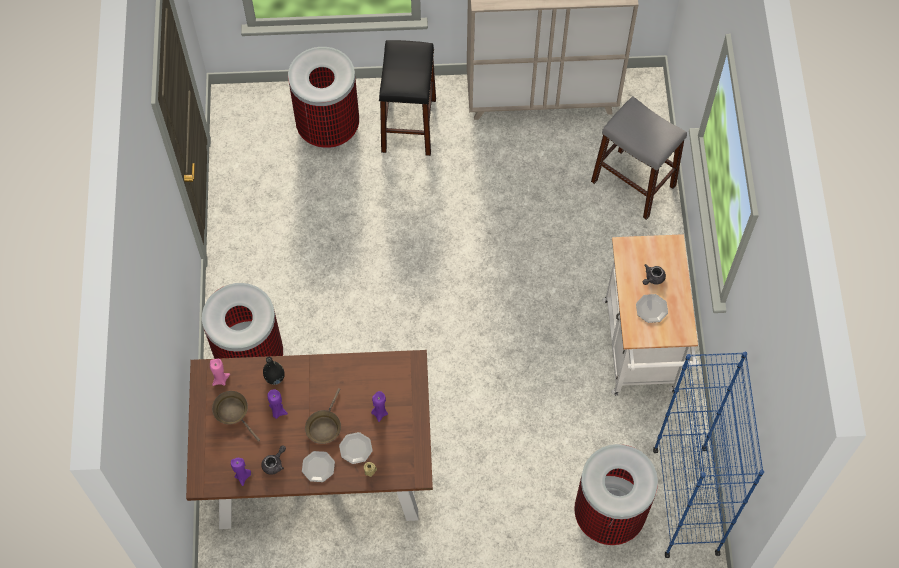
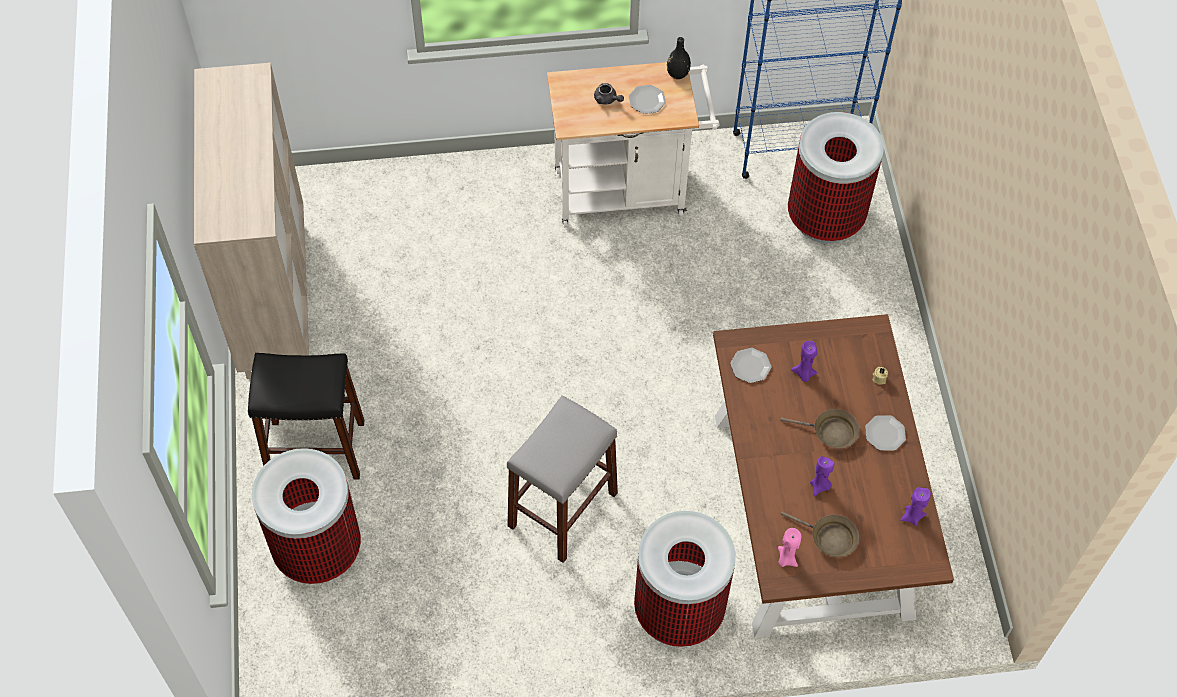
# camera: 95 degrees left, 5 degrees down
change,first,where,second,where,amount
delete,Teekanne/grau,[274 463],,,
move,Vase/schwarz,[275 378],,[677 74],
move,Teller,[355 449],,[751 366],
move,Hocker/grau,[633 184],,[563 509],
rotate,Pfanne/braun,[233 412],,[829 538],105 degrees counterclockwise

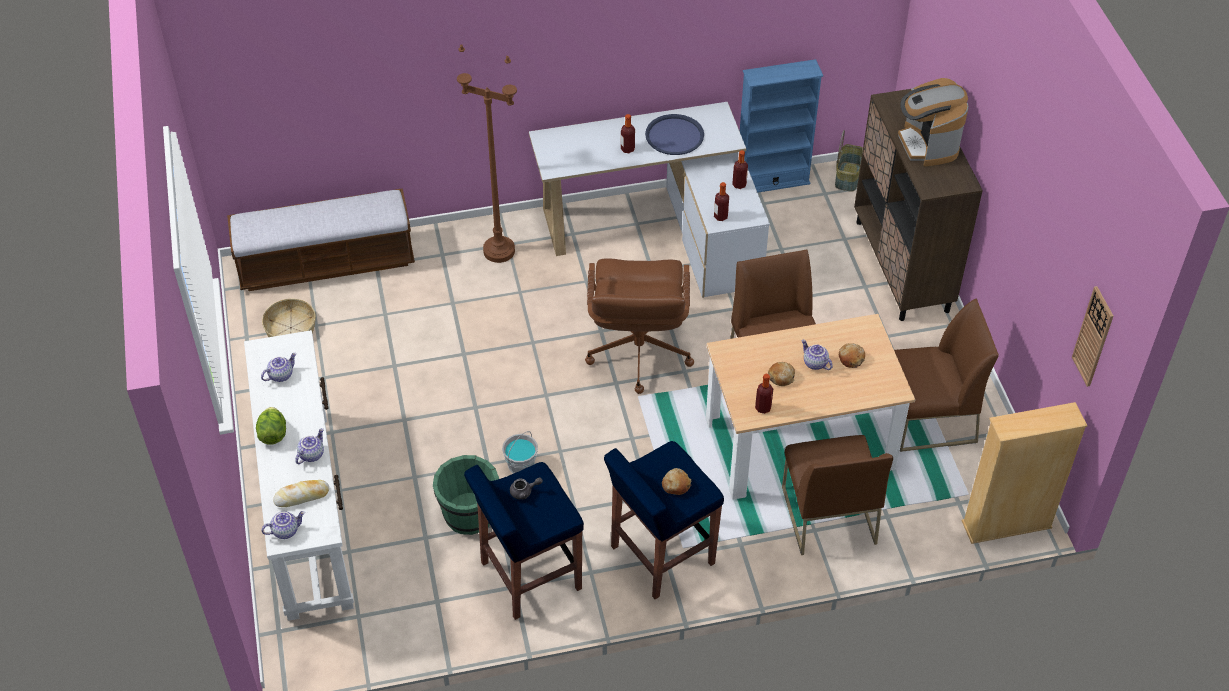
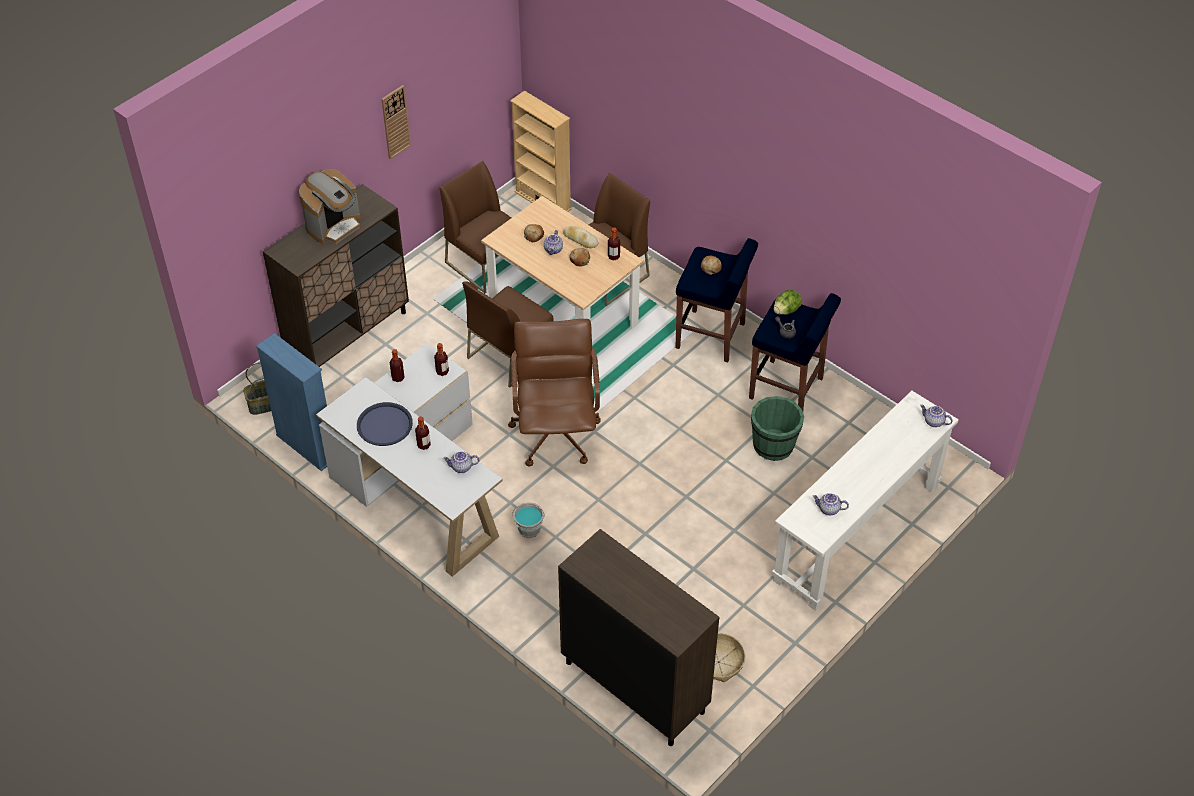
# camera: 125 degrees left, 0 degrees up
change,first,where,second,where,amount
delete,Stehlampe/braun,[499 251],,,
move,Salatkopf,[273 434],,[786 310],
move,Brot,[302 496],,[580 239],
move,Teekanne,[311 454],,[461 467],
move,Eimer/grau,[521 465],,[529 529],
move,Wanduhr,[1093 336],,[395 122],
replace,Bank,[326 263],Schrank/braun,[634 686],
rotate,Bürostuhl/braun,[638 353],,[556 434],60 degrees counterclockwise

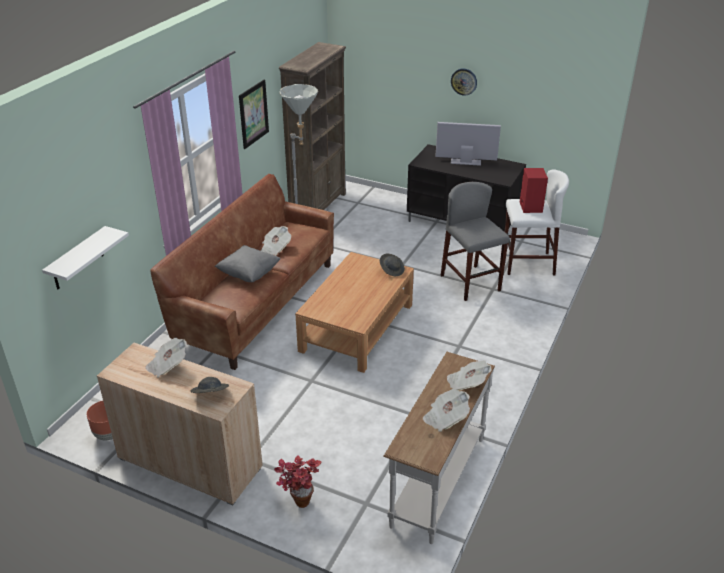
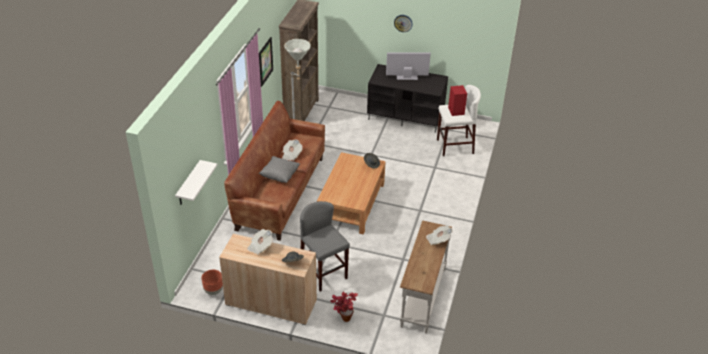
# camera: 10 degrees left, 5 degrees up
change,first,where,second,where,amount
delete,Zeitung,[445 418],,,
move,Hocker/grau,[470 283],,[323 273],

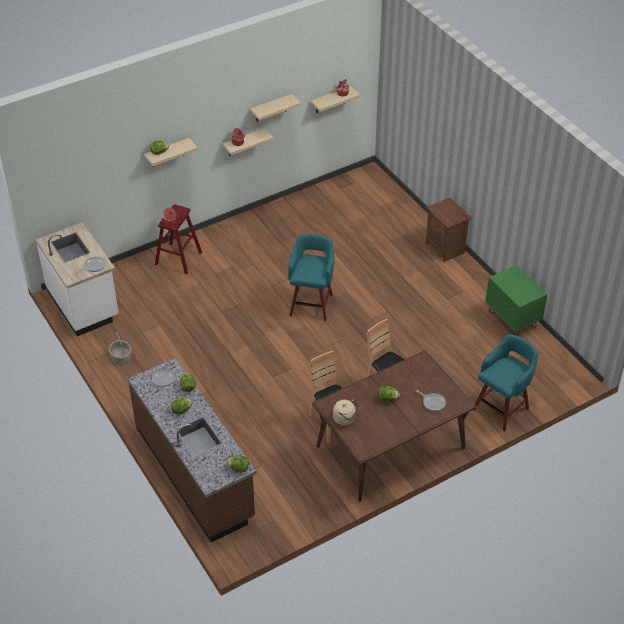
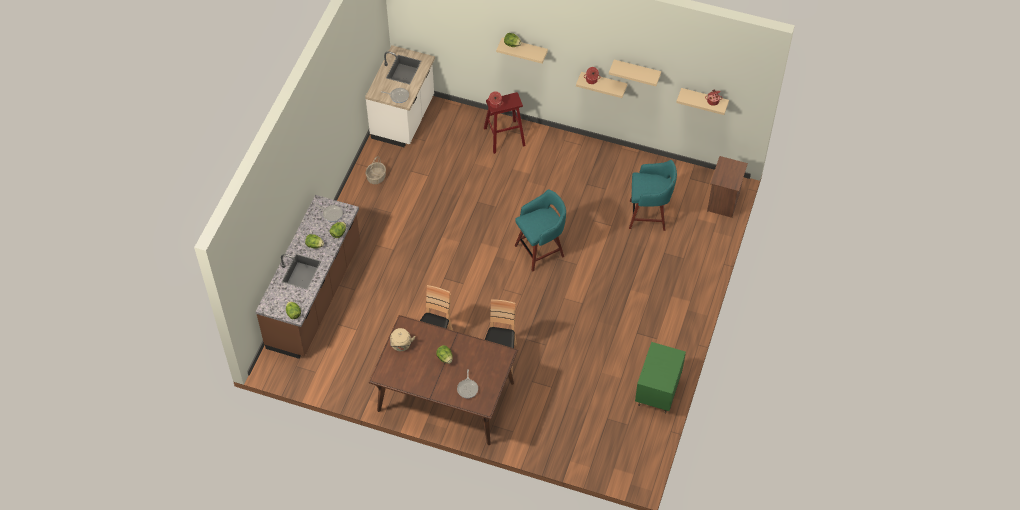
# camera: 50 degrees right, 10 degrees up
change,first,where,second,where,amount
move,Nachttisch/braun,[445 248],,[724 202],
move,Hocker/türkis,[502 408],,[649 215],

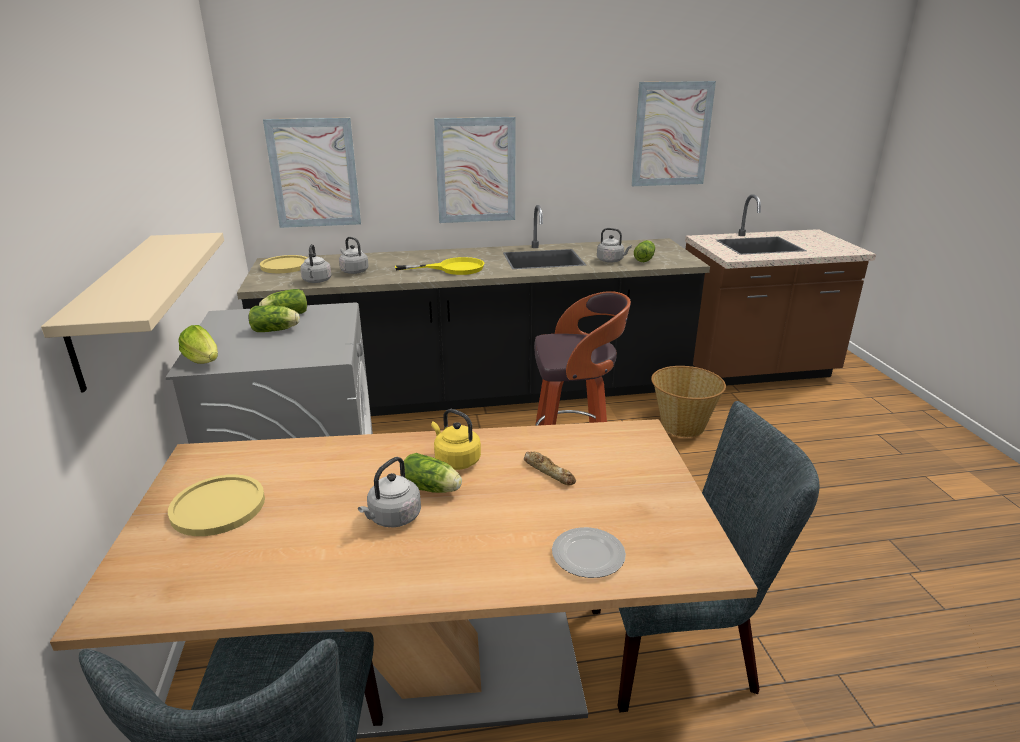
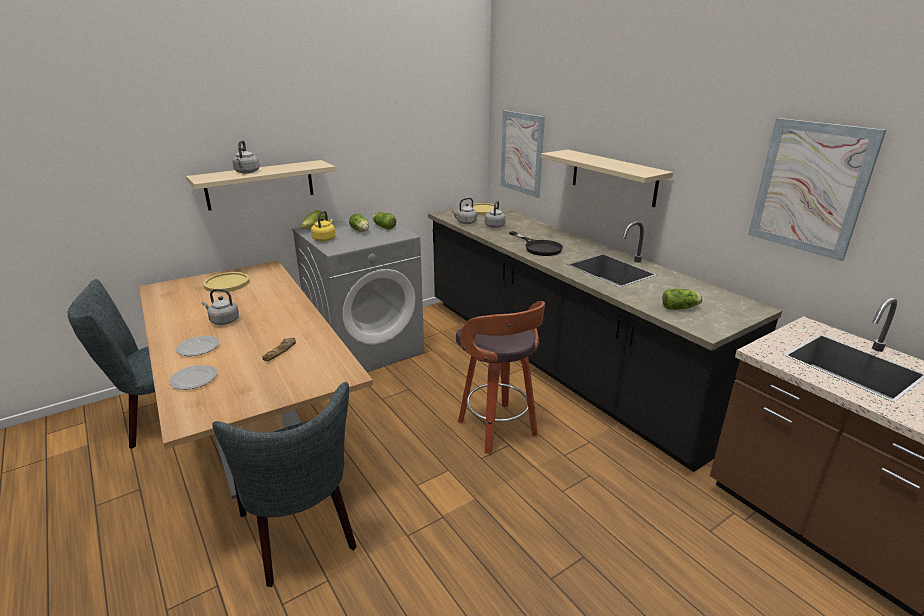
# camera: 65 degrees right, 0 degrees up
change,first,where,second,where,amount
delete,Salatkopf,[432 489],,,
delete,Korb,[682 425],,,
insert,,,Teller,[198 348],
move,Wasserkessel/gelb,[455 460],,[324 239],
move,Wasserkessel/grau,[611 261],,[247 172],
replace,Bild,[476 170],Wandregal/beige,[613 177],
recolor,Pfanne/gelb,[452 268],Pfanne/schwarz,[539 247],

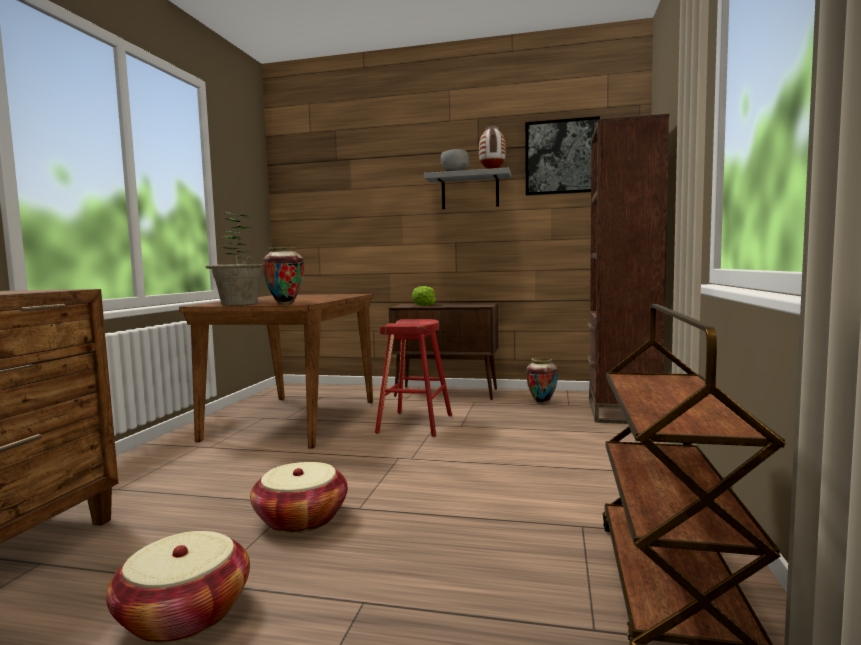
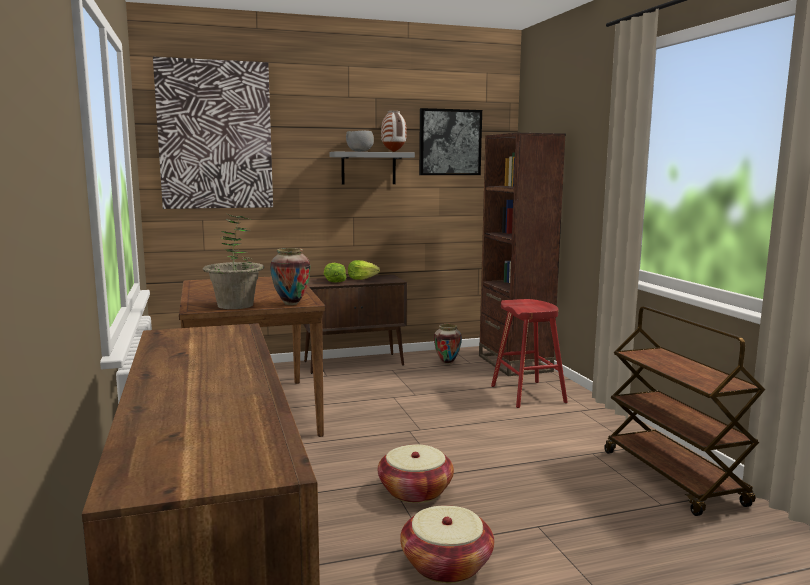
# camera: 30 degrees left, 5 degrees up
change,first,where,second,where,amount
insert,,,Bild,[215 135],
insert,,,Salatkopf,[362 279],
move,Hocker/rot,[415 424],,[527 394],

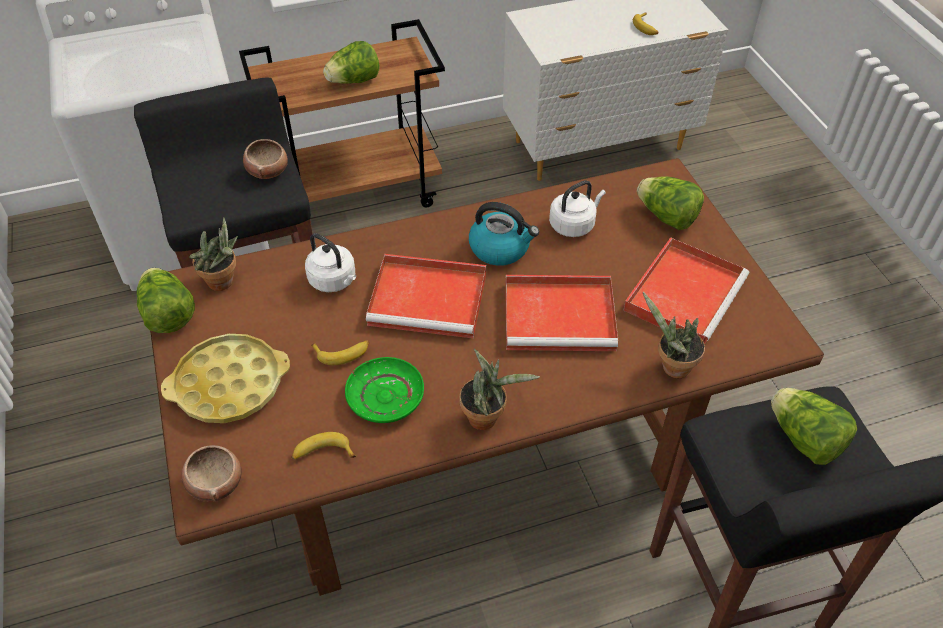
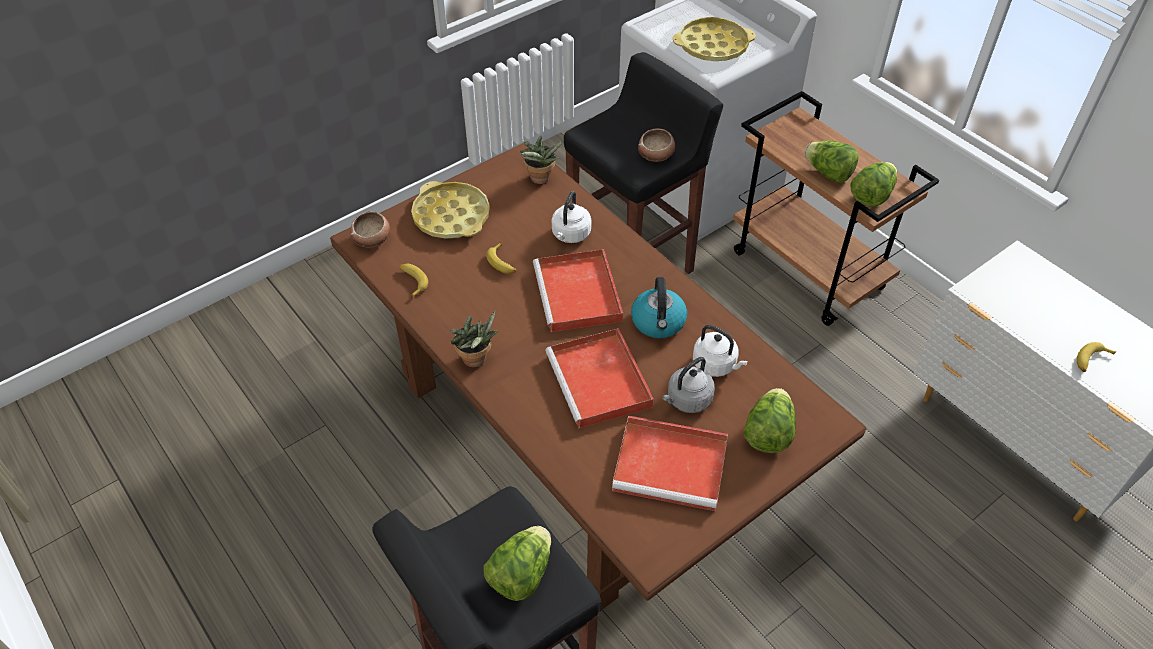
# camera: 70 degrees right, 0 degrees up
change,first,where,second,where,amount
delete,Teller/grün,[385 397],,,
delete,Topfpflanze,[671 367],,,
insert,,,Wasserkessel/grau,[687 400],
insert,,,Tablett/gelb,[712 46],
move,Salatkopf,[168 315],,[871 196],

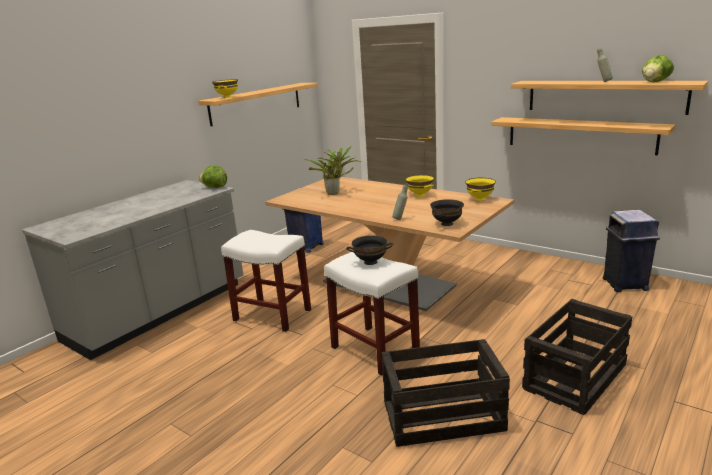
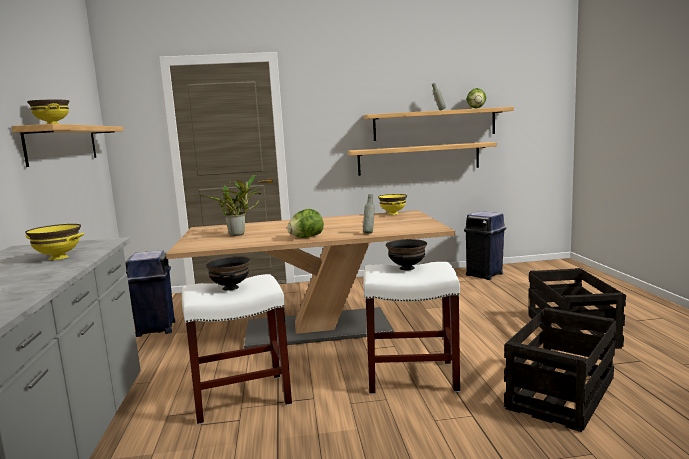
# camera: 45 degrees left, 10 degrees down
change,first,where,second,where,amount
move,Salatkopf,[215 187],,[306 237],
move,Schüssel/gelb,[420 195],,[59 257],
move,Schüssel/schwarz,[447 224],,[231 288],

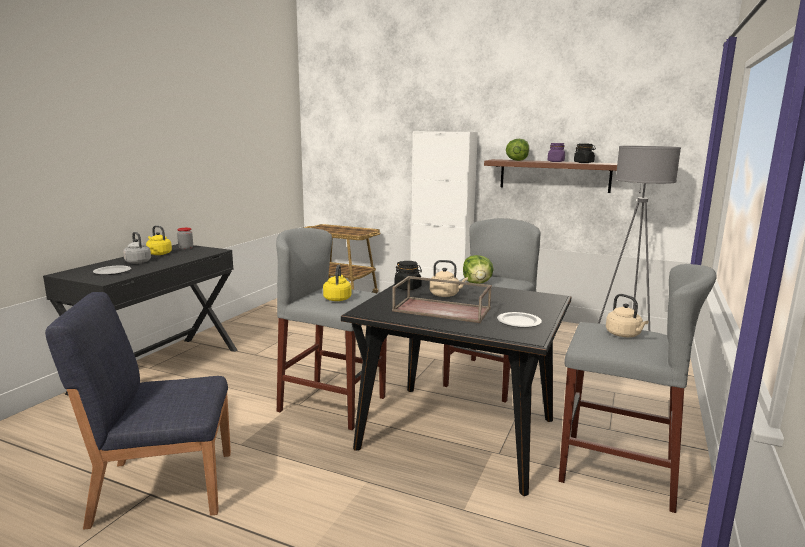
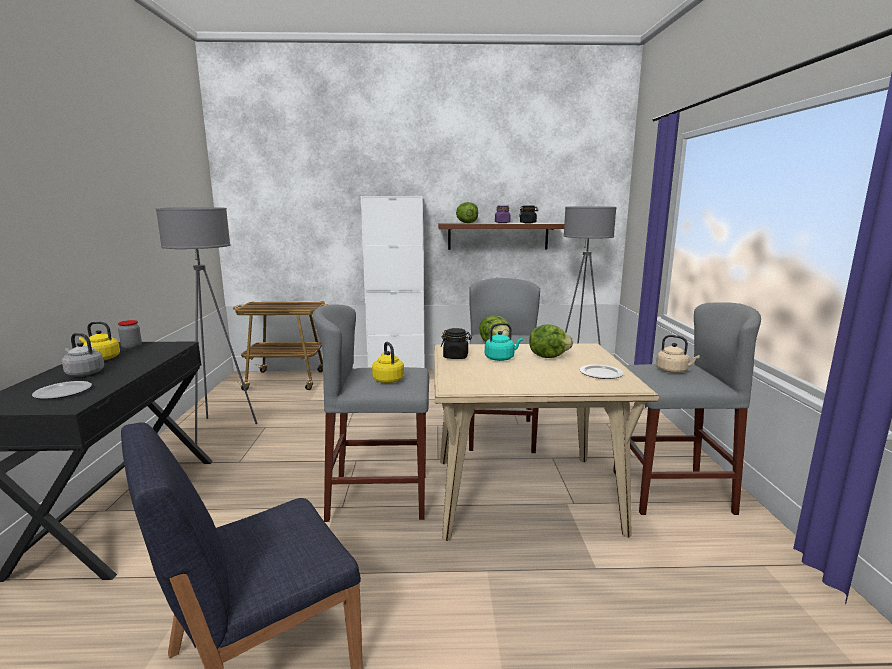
# camera: 25 degrees left, 0 degrees up
change,first,where,second,where,amount
delete,Tablett/braun,[443 309],,,
insert,,,Stehlampe/grau,[219 429],
insert,,,Salatkopf,[548 356],
recolor,Esstisch/schwarz,[458 434],Esstisch/beige,[524 494],
recolor,Wasserkessel/beige,[446 295],Wasserkessel/türkis,[501 358],

